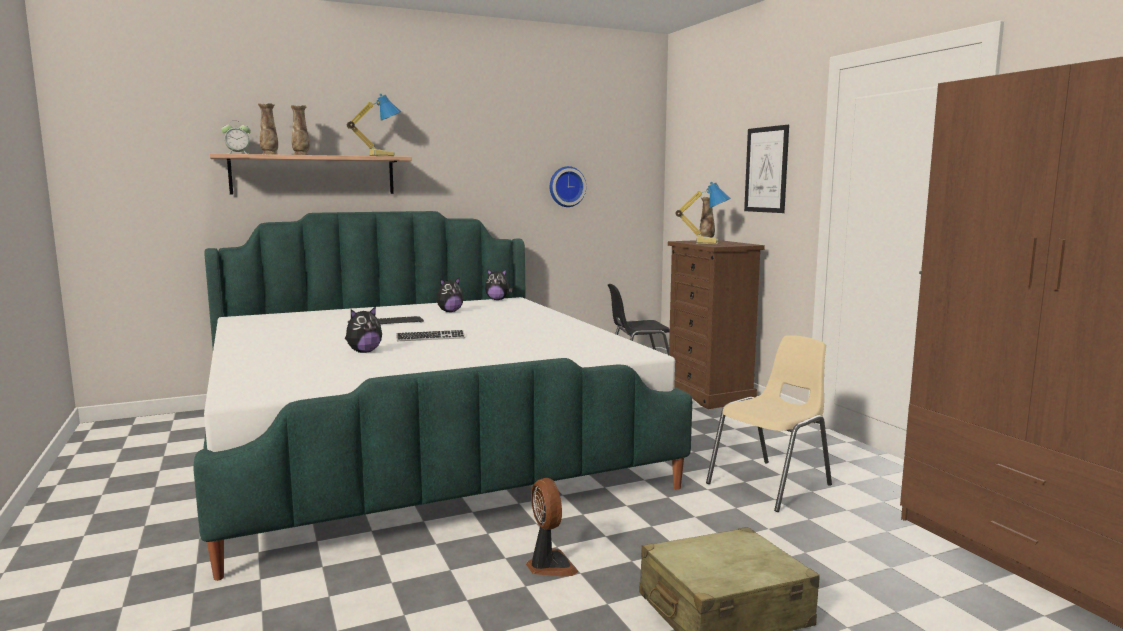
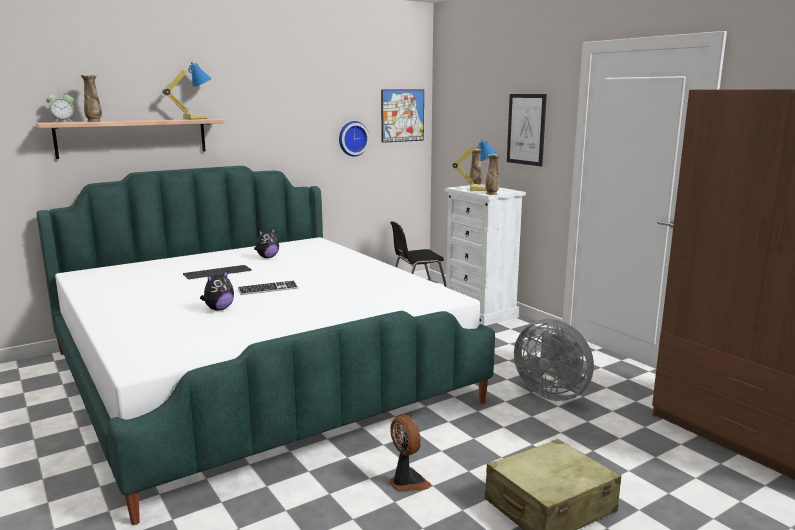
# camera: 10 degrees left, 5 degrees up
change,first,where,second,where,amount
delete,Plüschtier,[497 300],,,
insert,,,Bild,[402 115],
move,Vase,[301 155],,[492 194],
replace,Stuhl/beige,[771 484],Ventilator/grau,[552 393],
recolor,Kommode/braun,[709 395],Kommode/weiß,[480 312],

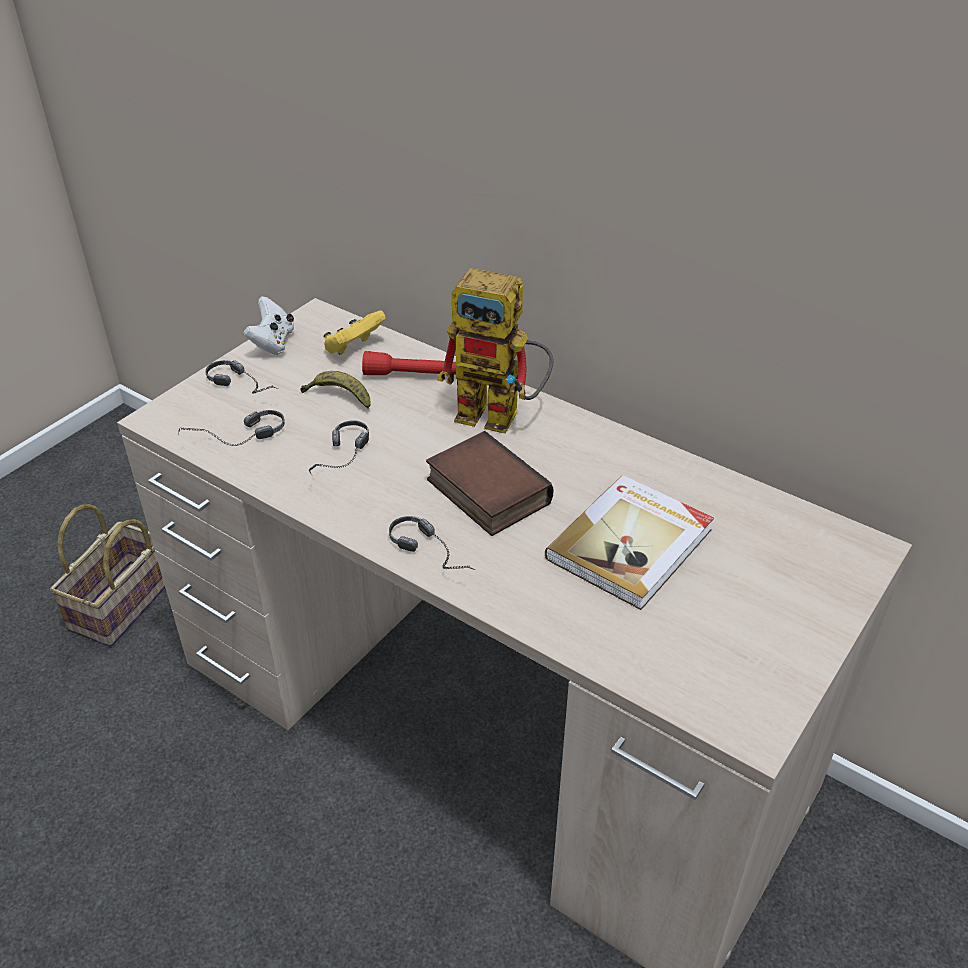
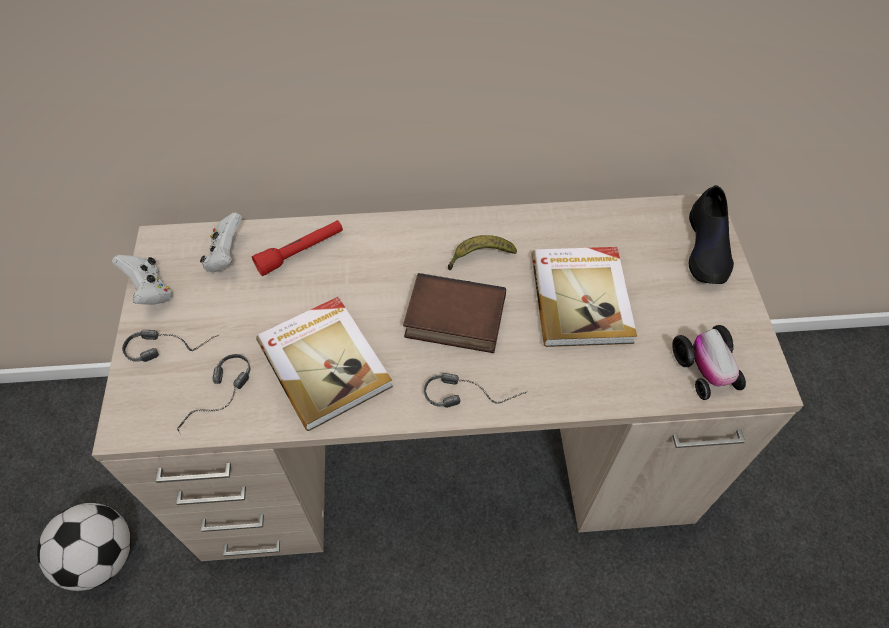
# camera: 40 degrees left, 15 degrees up
change,first,where,second,where,amount
delete,Spielzeugroboter,[501 415],,,
insert,,,Spielzeugauto,[705 369],
insert,,,Schuh/schwarz,[707 248],
move,Banane,[339 397],,[479 257],
replace,Korb,[122 606],Fußball,[101 557],
replace,Kopfhörer,[342 460],Buch,[325 362],
recolor,Gamepad/gelb,[354 348],Gamepad/weiß,[226 255],

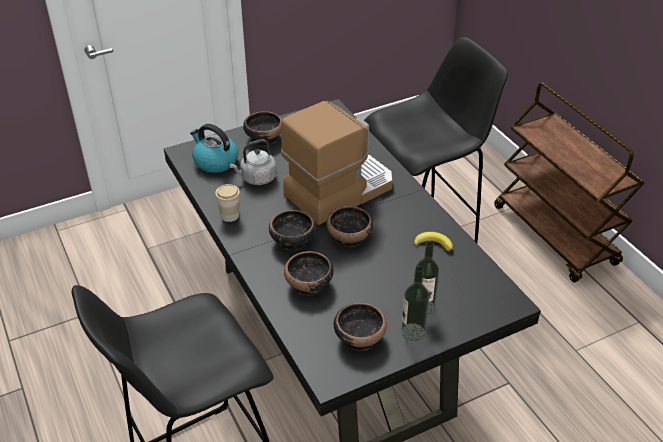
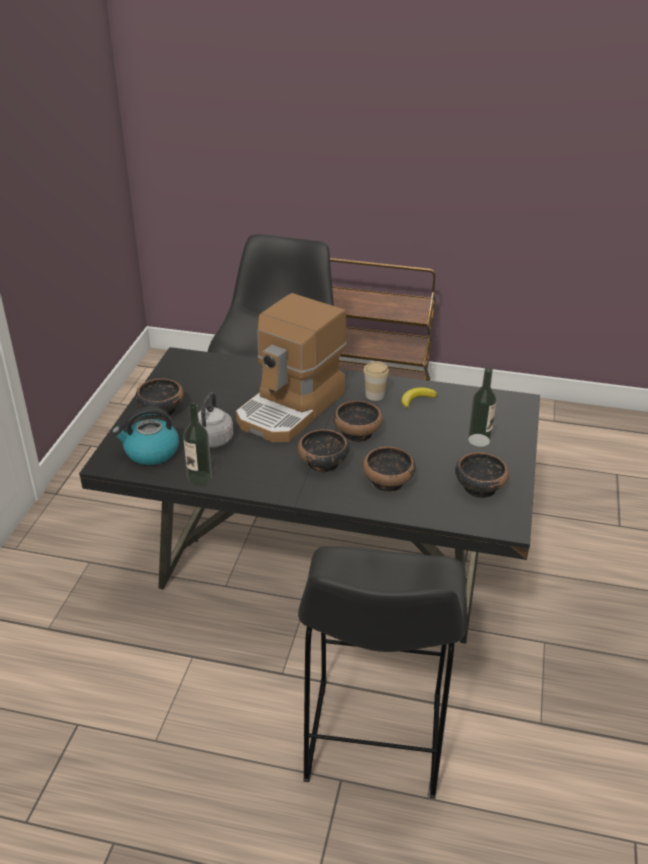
# camera: 50 degrees left, 5 degrees down
change,first,where,second,where,amount
move,Tasse,[229 215],,[374 395],
move,Flasche,[413 332],,[199 478],
rotate,Kaffeemaschine,[339 190],,[291 408],150 degrees counterclockwise

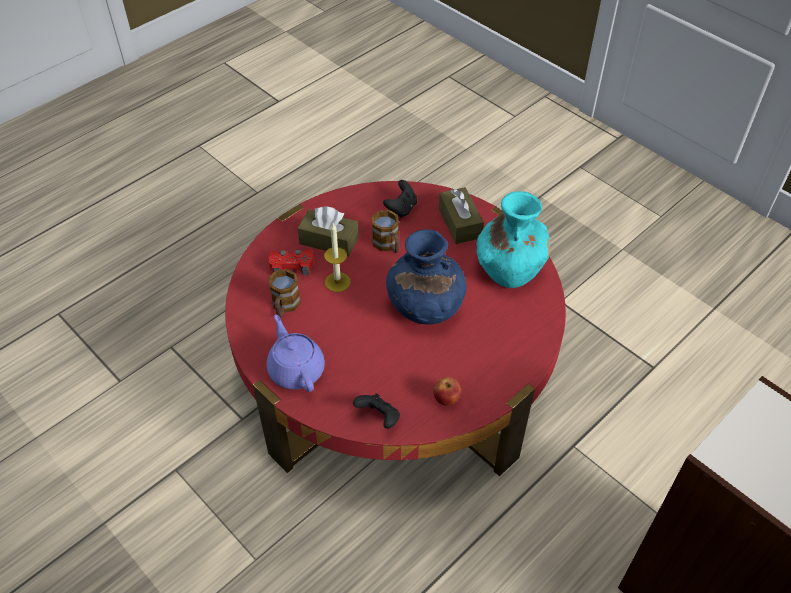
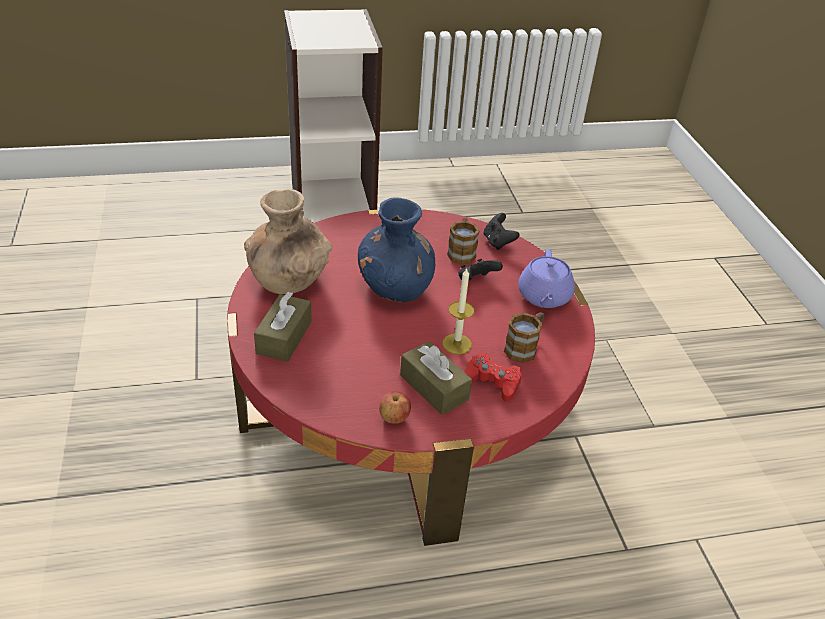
# camera: 150 degrees left, 10 degrees down
change,first,where,second,where,amount
move,Henkelbecher,[388 245],,[461 251],
move,Gamepad/schwarz,[401 208],,[476 281],
move,Apfel,[446 399],,[394 418],
recolor,Vase/türkis,[510 268],Vase/braun,[288 280],

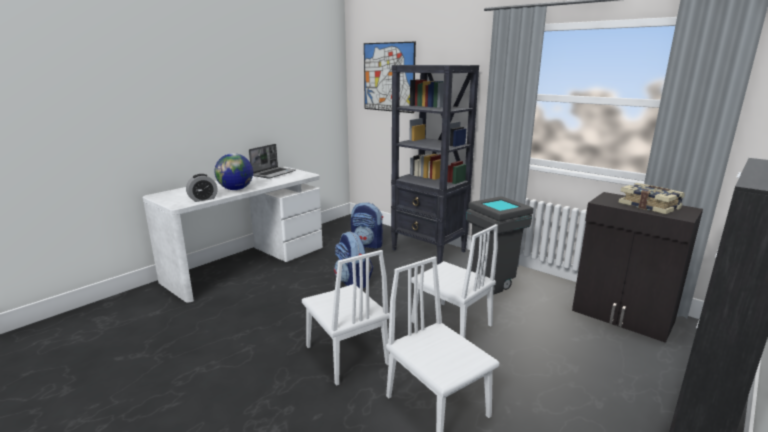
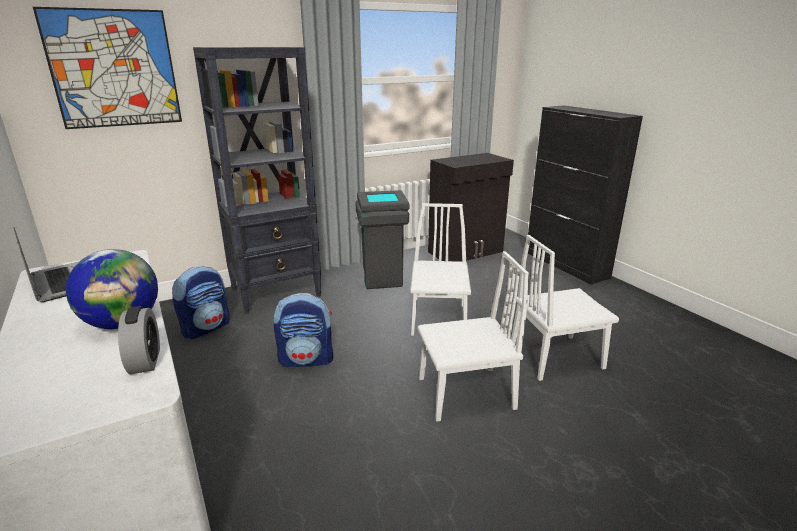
# camera: 70 degrees left, 5 degrees up
change,first,where,second,where,amount
delete,Buch,[649 206],,,
rotate,Stuhl/weiß,[451 323],,[438 319],60 degrees counterclockwise

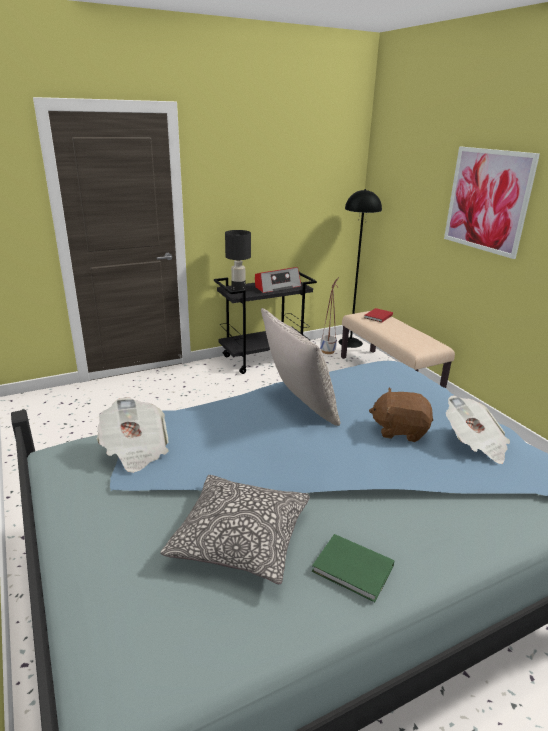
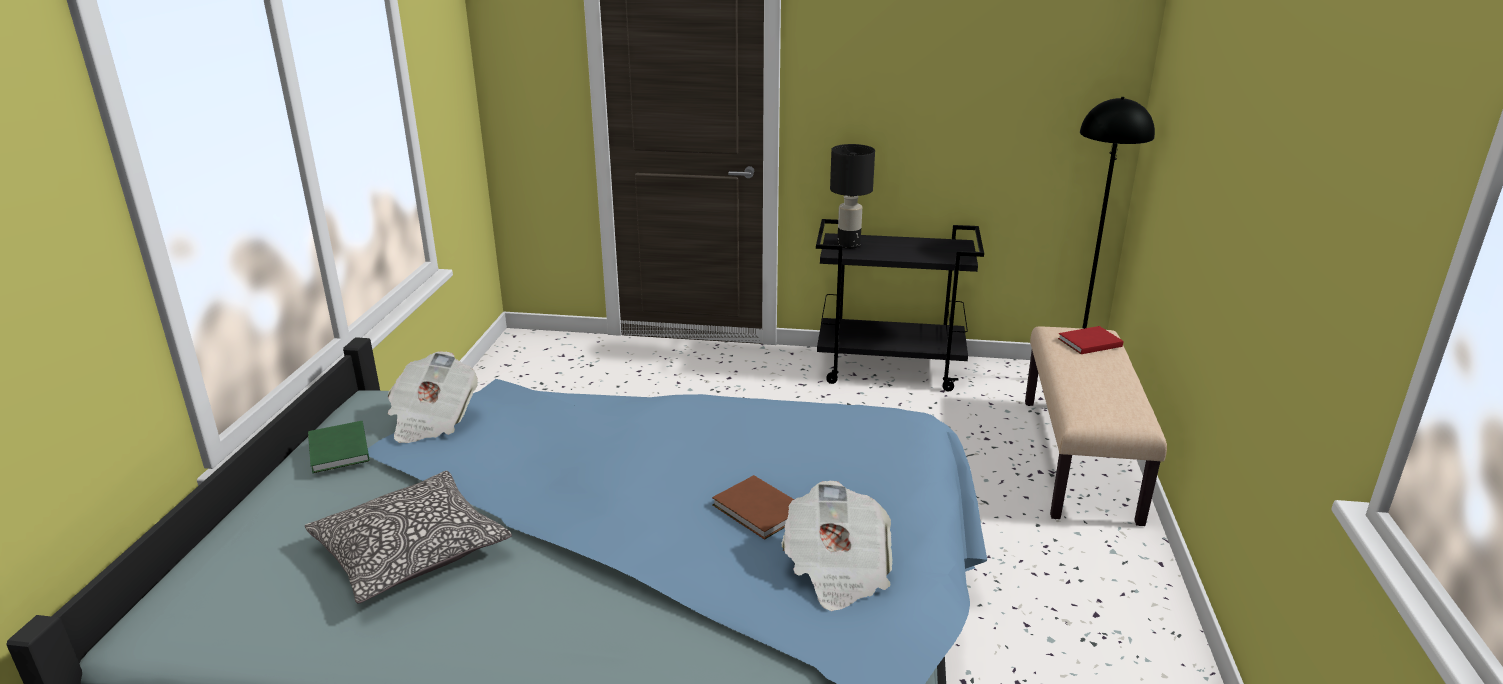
# camera: 35 degrees right, 0 degrees up
change,first,where,second,where,amount
delete,Radio,[277 287],,,
delete,Kissen/grau,[297 404],,,
delete,Pflanzkübel,[328 351],,,
delete,Bild,[487 200],,,
move,Buch/grün,[354 570],,[338 451],
replace,Plüschtier/braun,[400 430],Buch/braun,[759 511],

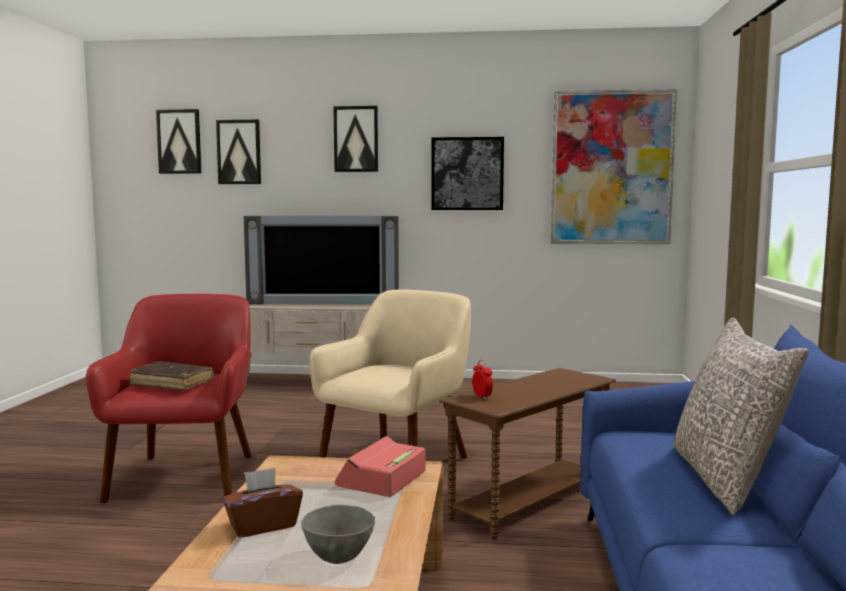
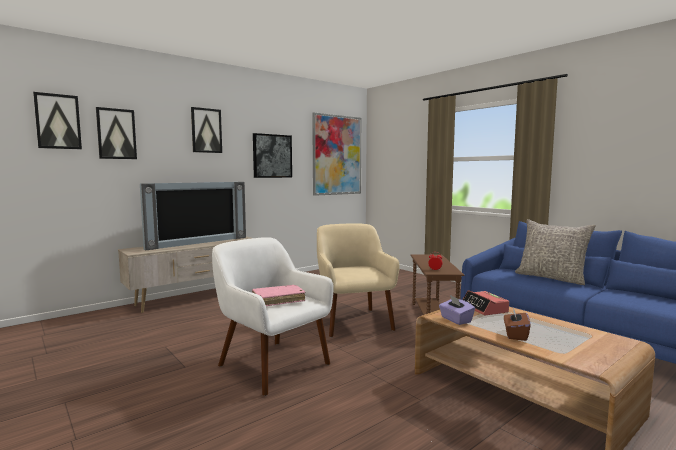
# camera: 45 degrees left, 0 degrees up
change,first,where,second,where,amount
delete,Schüssel/grau,[339 558],,,
insert,,,Taschentuchbox/lila,[455 320],
recolor,Sessel/rot,[185 477],Sessel/weiß,[272 365],
recolor,Buch/braun,[172 383],Buch/rosa,[278 300],

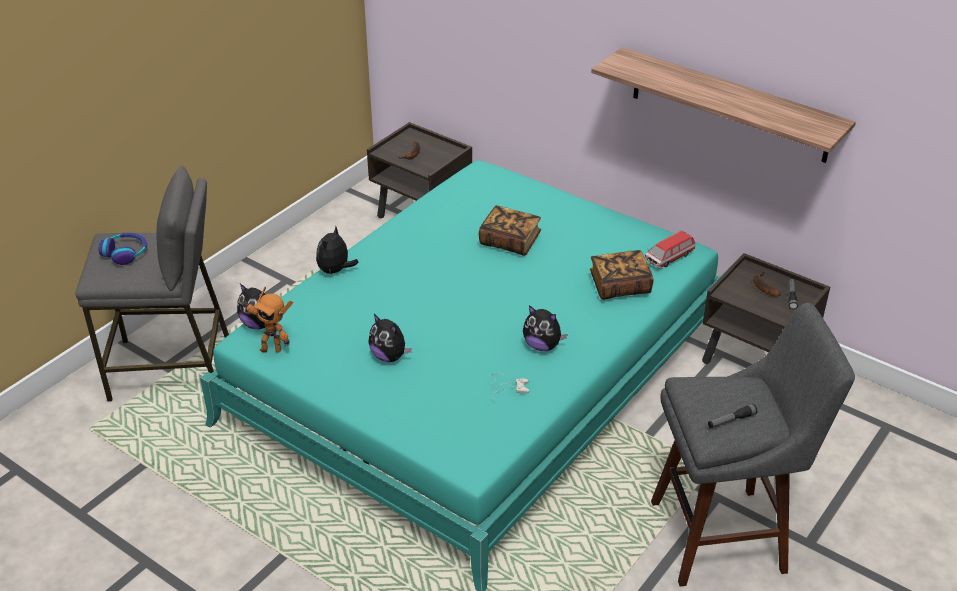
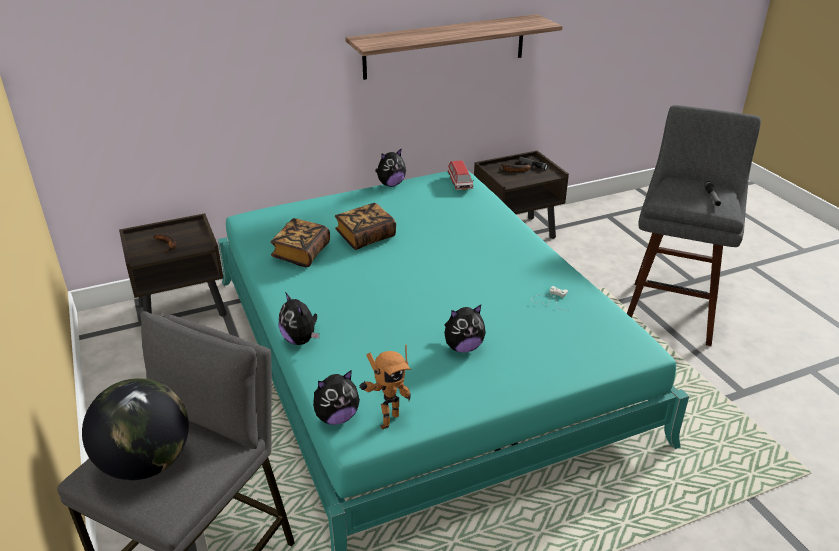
# camera: 60 degrees left, 5 degrees down
change,first,where,second,where,amount
move,Plüschtier,[542 346],,[391 184],
move,Buch,[620 286],,[301 253],
replace,Kopfhörer,[125 253],Globus,[146 463],

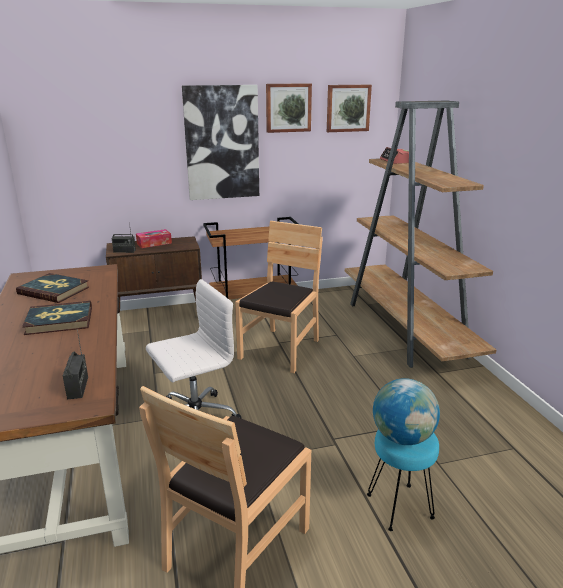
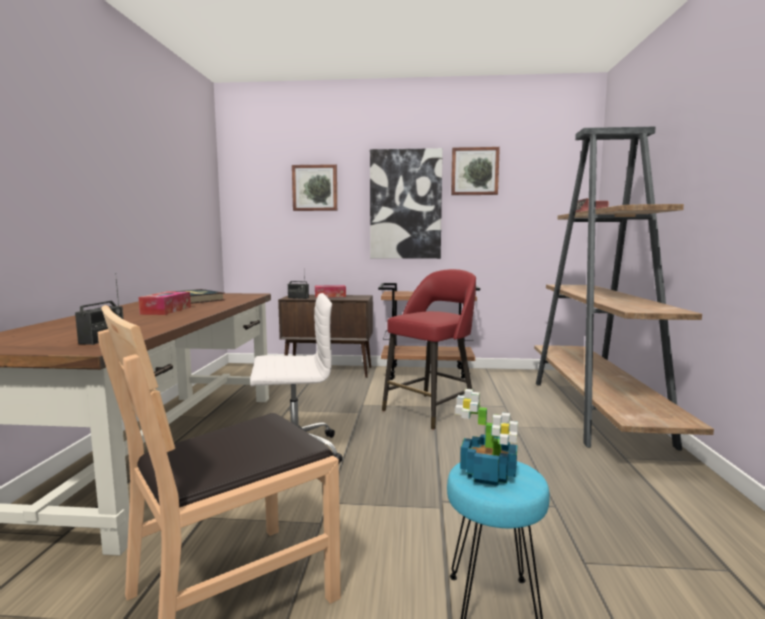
# camera: 20 degrees right, 15 degrees down
change,first,where,second,where,amount
move,Bild,[348 108],,[315 188],
replace,Buch,[59 320],Taschentuchbox,[166 310],
replace,Stuhl/braun,[280 350],Hocker/rot,[431 410],
replace,Globus,[403 437],Topfpflanze,[489 475],

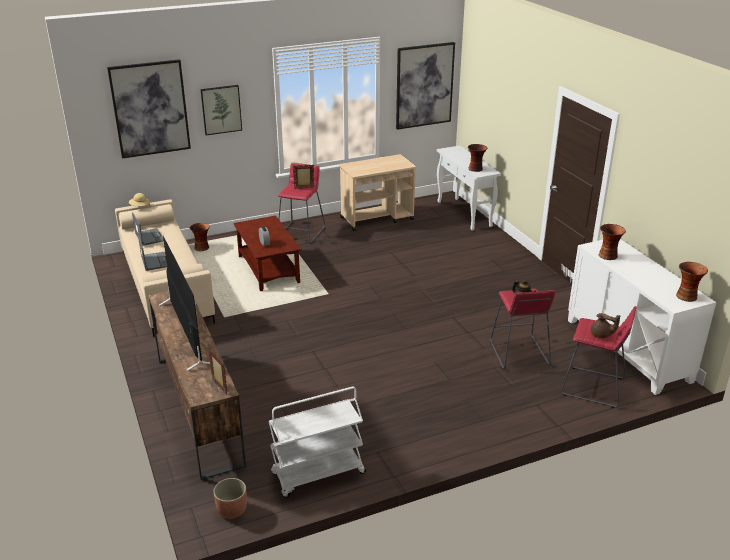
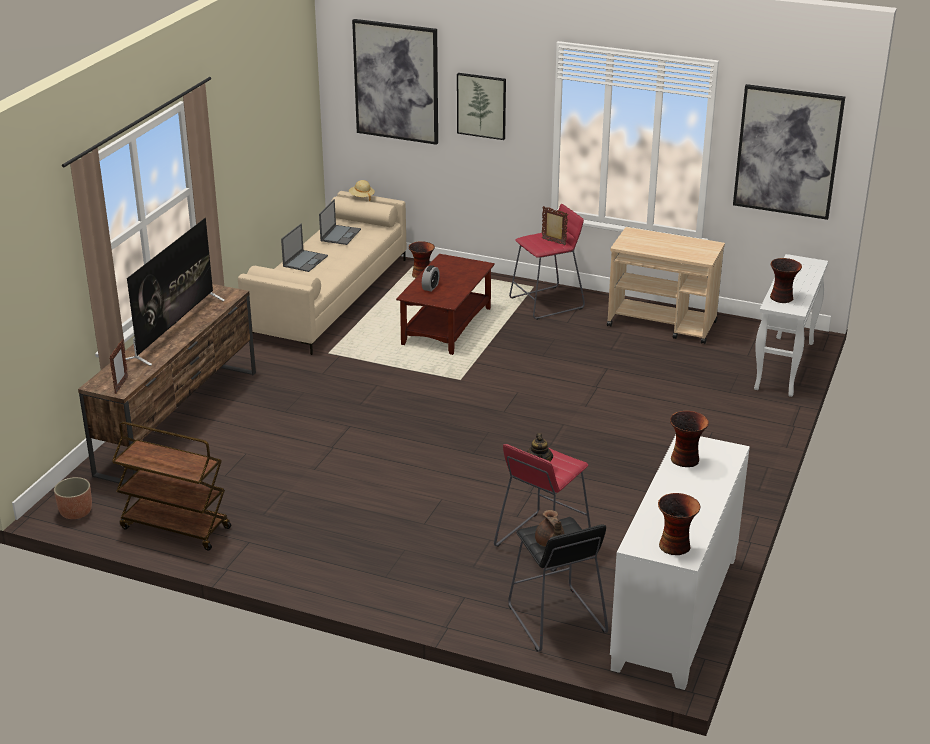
# camera: 45 degrees right, 0 degrees up
change,first,where,second,where,amount
recolor,Rollwagen/weiß,[318 474],Rollwagen/braun,[174 528],
recolor,Hocker/rot,[593 387],Hocker/schwarz,[556 620],

